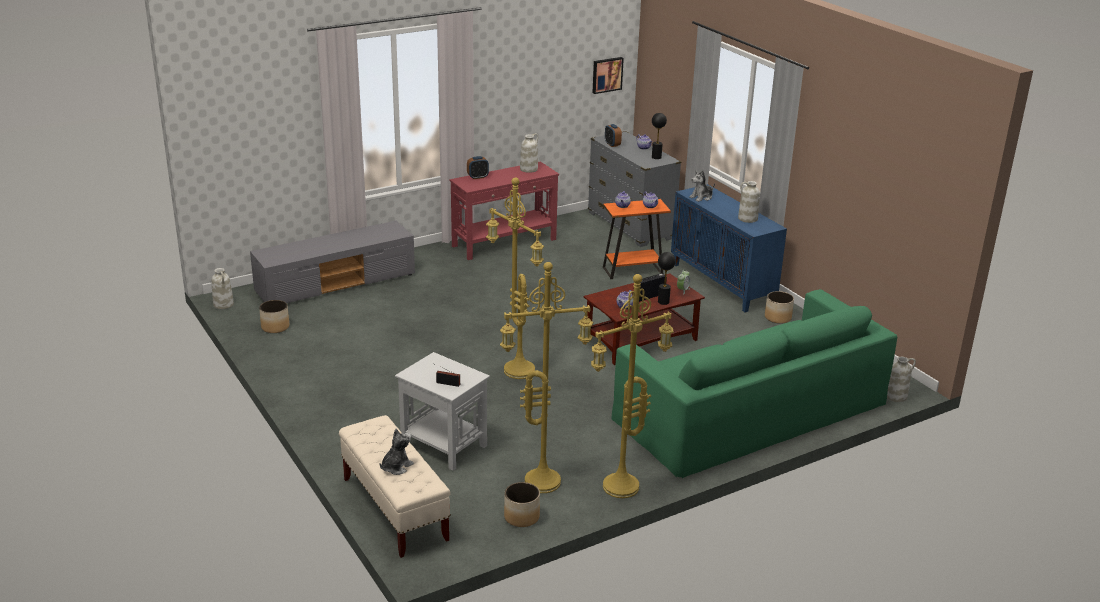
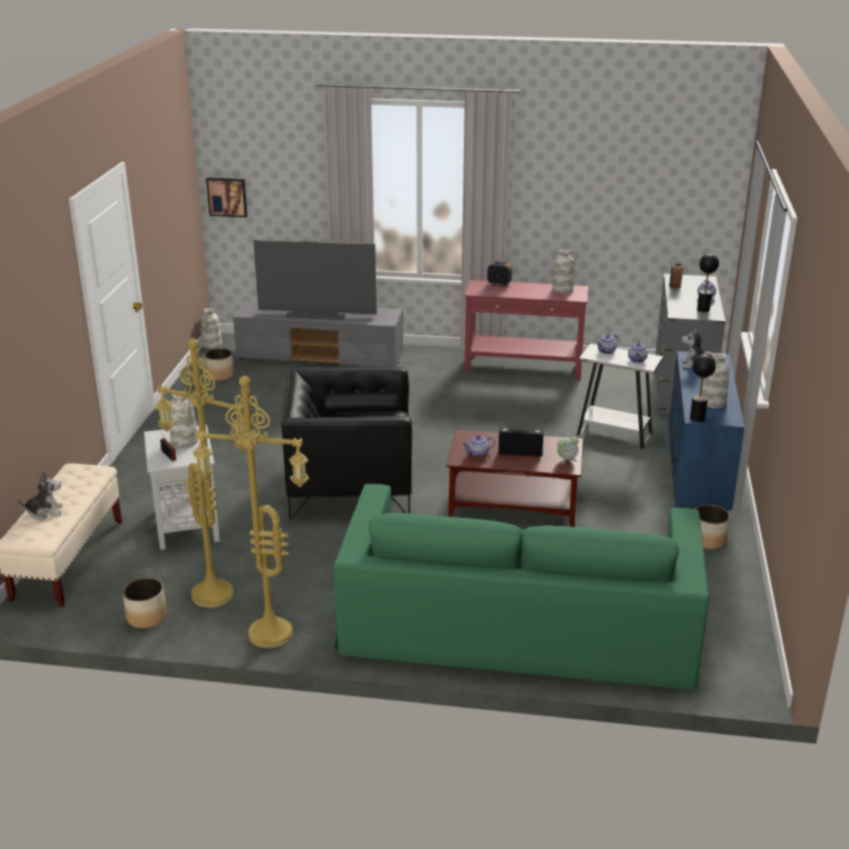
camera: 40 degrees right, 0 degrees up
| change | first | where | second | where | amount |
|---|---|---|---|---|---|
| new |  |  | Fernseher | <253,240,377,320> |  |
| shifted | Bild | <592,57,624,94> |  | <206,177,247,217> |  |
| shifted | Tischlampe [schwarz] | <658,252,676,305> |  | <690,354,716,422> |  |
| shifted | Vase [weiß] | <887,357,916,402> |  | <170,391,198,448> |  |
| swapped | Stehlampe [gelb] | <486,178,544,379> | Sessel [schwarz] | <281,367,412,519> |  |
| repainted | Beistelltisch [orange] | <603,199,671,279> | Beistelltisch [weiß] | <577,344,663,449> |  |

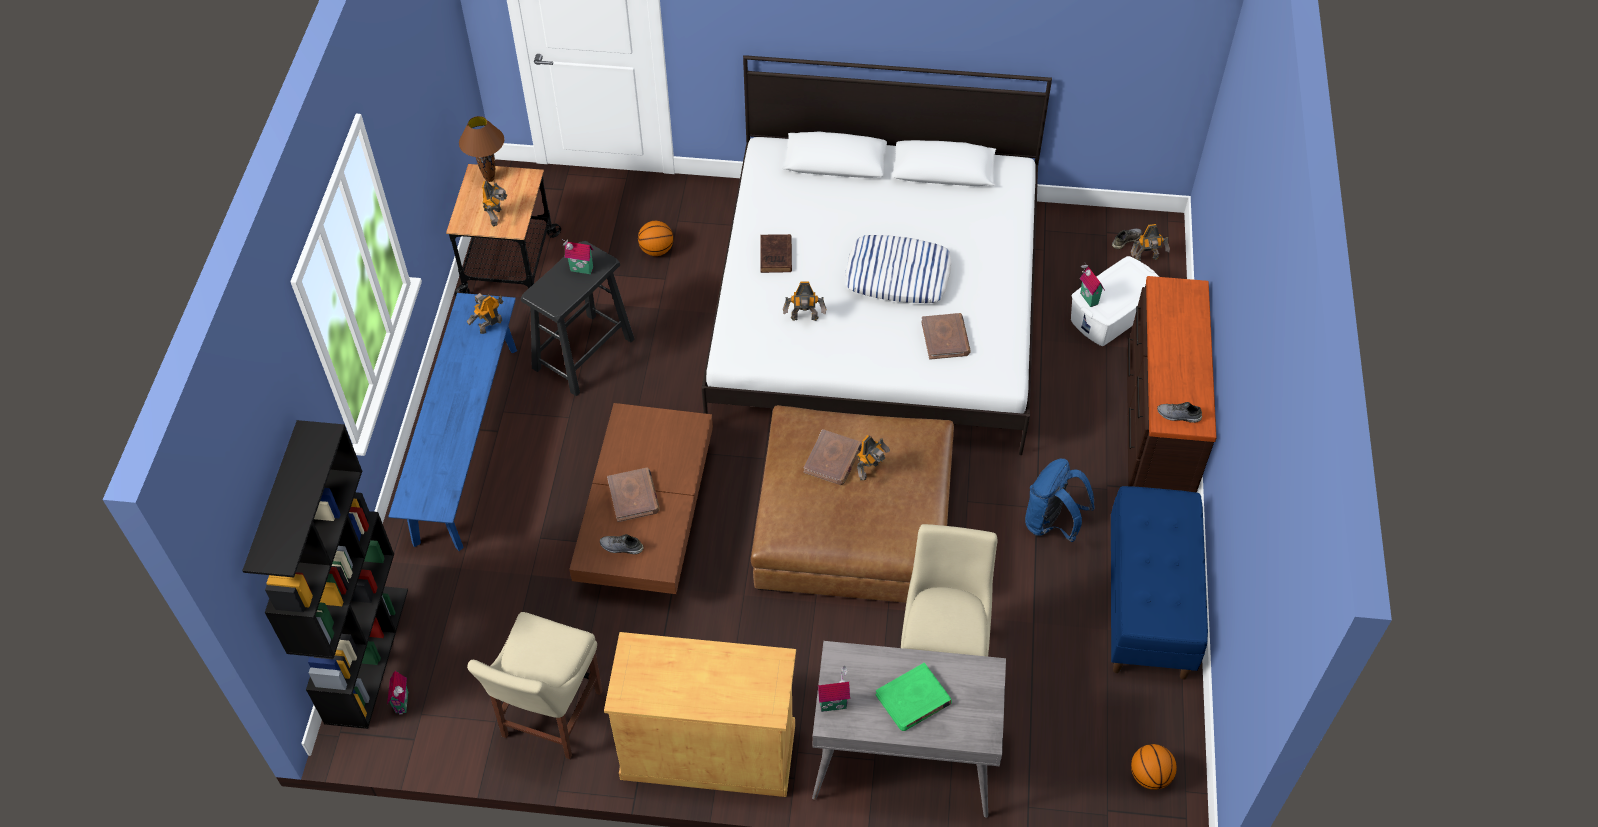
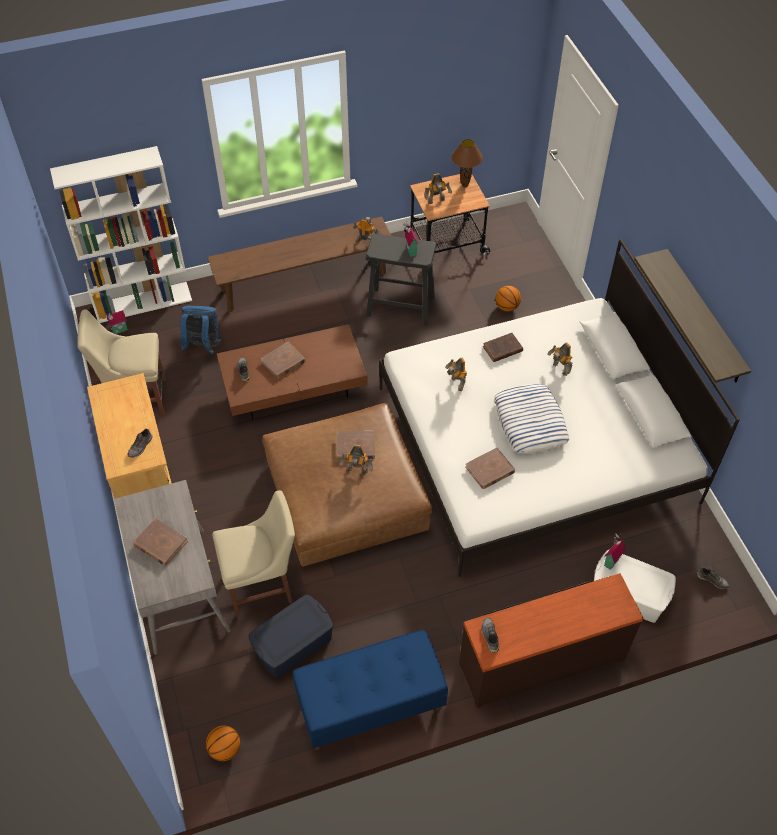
camera: 65 degrees right, 0 degrees up
| change | first | where | second | where | amount |
|---|---|---|---|---|---|
| gone | Spielzeughaus | <818,666,850,712> |  |  |  |
| new |  |  | Schuh [grau] | <127,429,152,458> |  |
| new |  |  | Aufbewahrungsbox [blau] | <248,595,333,678> |  |
| new |  |  | Wandregal | <634,249,751,383> |  |
| shifted | Rucksack [blau] | <1025,459,1094,542> |  | <180,306,221,355> |  |
| shifted | Spielzeugroboter | <1131,224,1170,261> |  | <547,342,573,376> |  |
| repainted | Bücherregal [schwarz] | <242,420,408,729> | Bücherregal [weiß] | <50,146,192,323> |  |
| repainted | Bank [blau] | <388,293,517,551> | Bank [braun] | <208,216,391,312> |  |
| repainted | Buch [grün] | <876,663,952,731> | Buch [braun] | <134,518,188,566> |  |

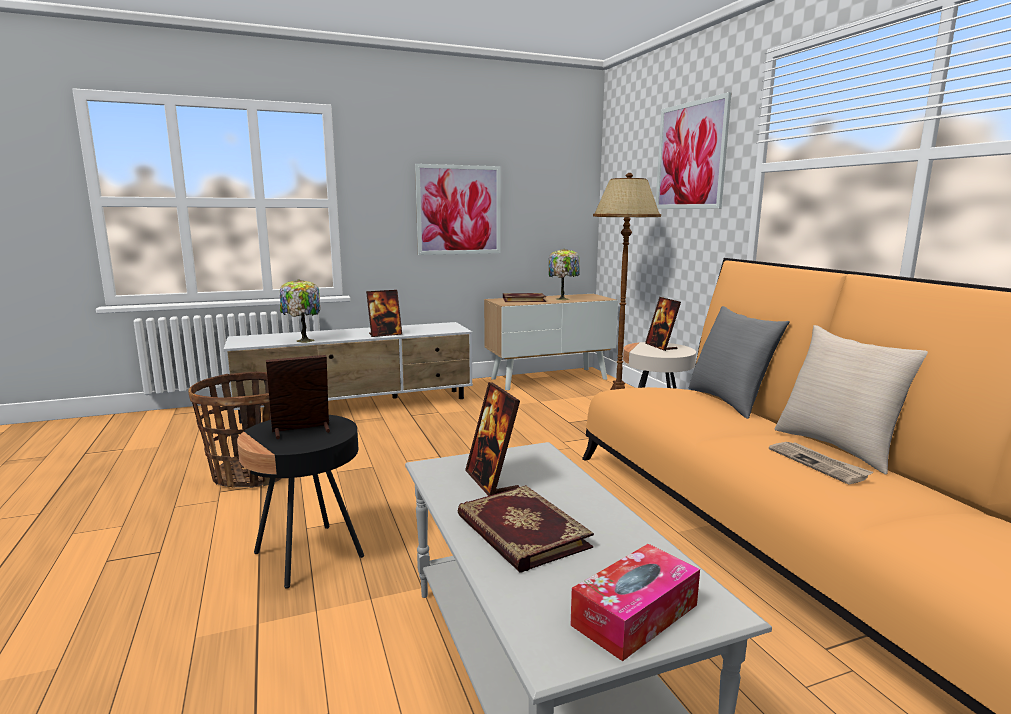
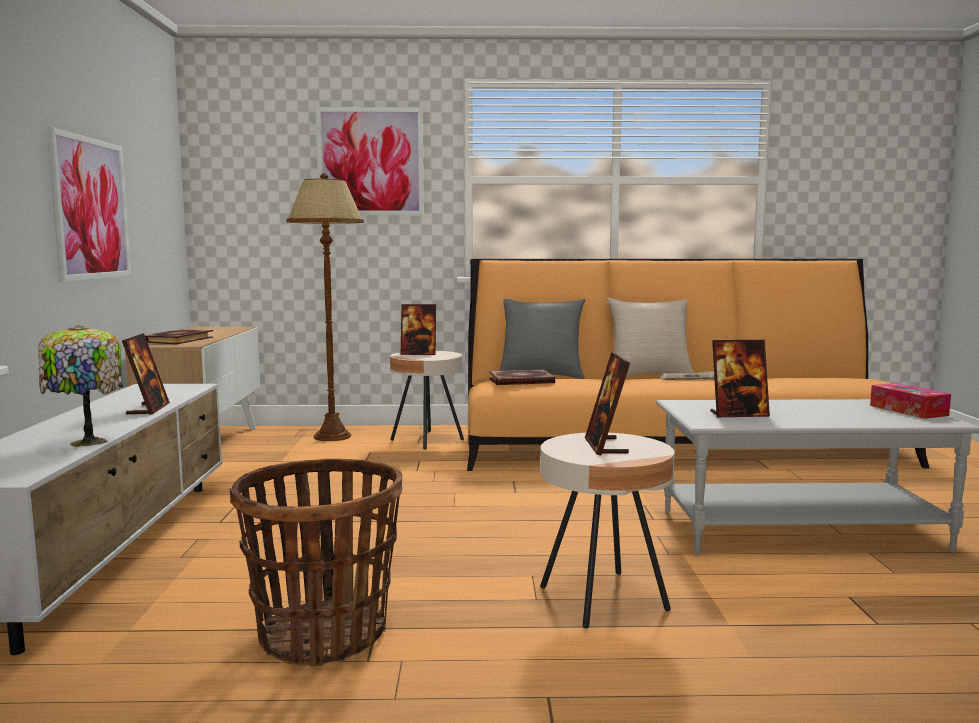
camera: 70 degrees left, 5 degrees down
| change | first | where | second | where | amount |
|---|---|---|---|---|---|
| gone | Tischlampe | <549,249,580,300> |  |  |  |
| shifted | Buch | <458,485,594,573> |  | <489,369,555,385> |  |
| repainted | Beistelltisch [schwarz] | <237,415,364,589> | Beistelltisch [beige] | <540,433,675,628> |  |

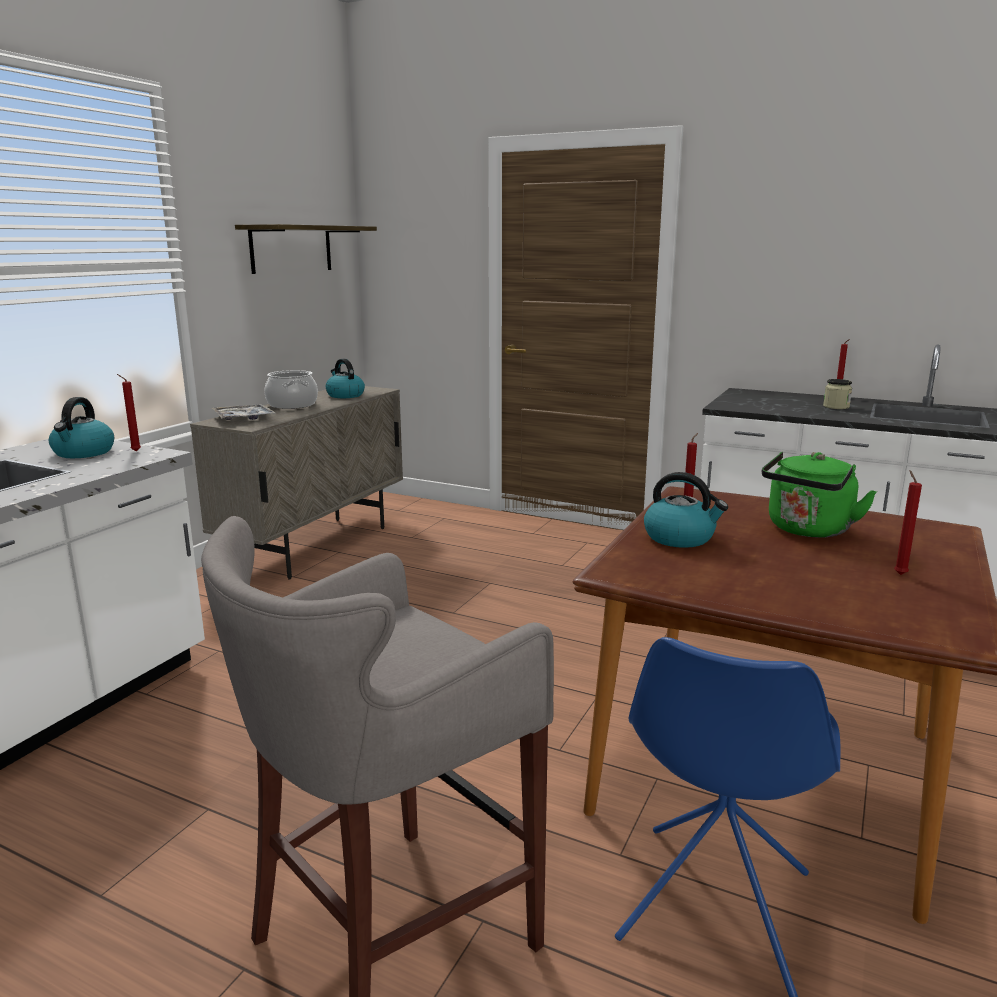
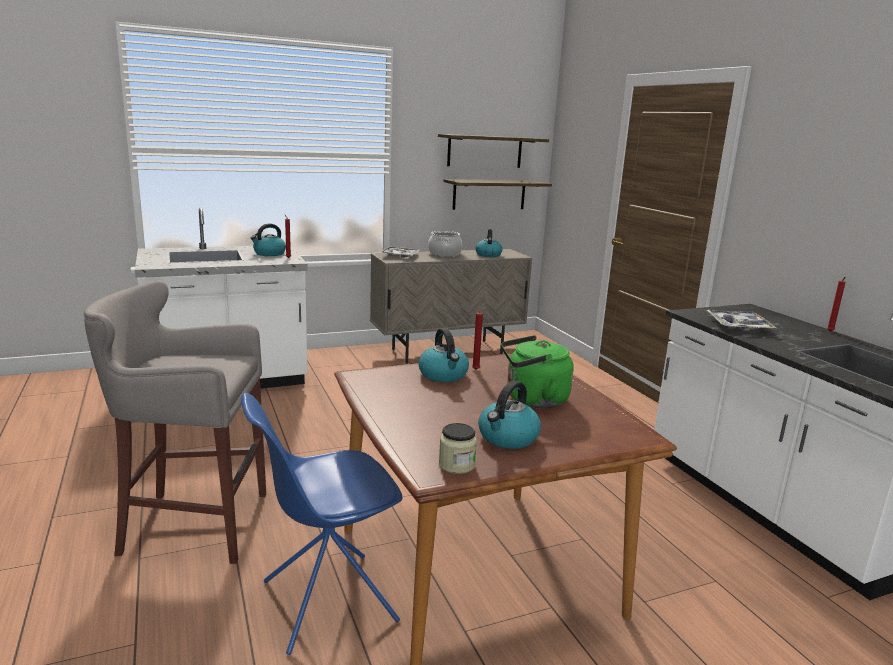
camera: 40 degrees right, 0 degrees up
| change | first | where | second | where | amount |
|---|---|---|---|---|---|
| new |  |  | Wandregal | <444,179,552,210> |  |
| new |  |  | Tablett | <707,310,776,331> |  |
| shifted | Vorratsglas | <823,379,852,409> |  | <439,423,477,474> |  |
| swapped | Kerze [rot] | <894,470,922,575> | Wasserkessel | <478,381,541,449> |  |

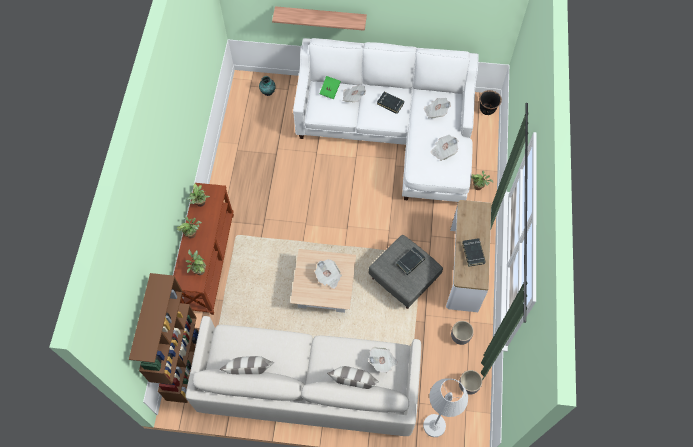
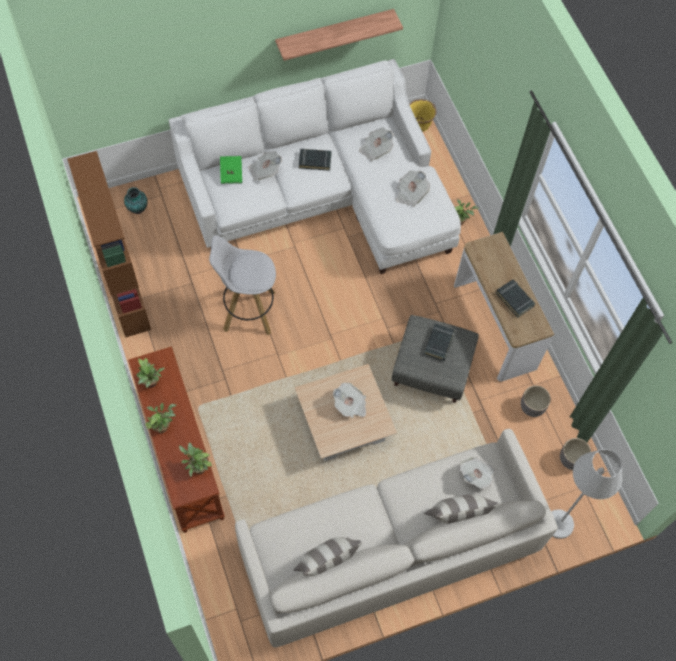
camera: 30 degrees left, 0 degrees up
| change | first | where | second | where | amount |
|---|---|---|---|---|---|
| new |  |  | Hocker [weiß] | <209,235,276,335> |  |
| shifted | Bücherregal [braun] | <129,273,199,403> |  | <67,151,151,338> |  |
| shifted | Wandregal | <272,6,367,31> |  | <275,9,403,61> |  |
| repainted | Pflanzkübel [schwarz] | <479,90,502,115> | Pflanzkübel [gelb] | <409,99,436,132> |  |

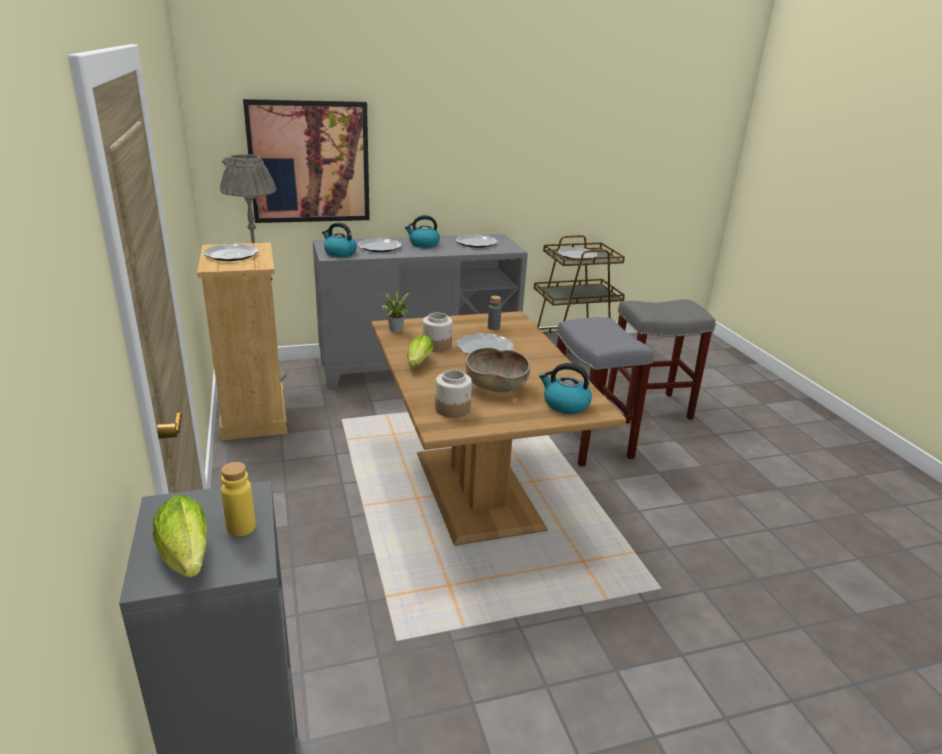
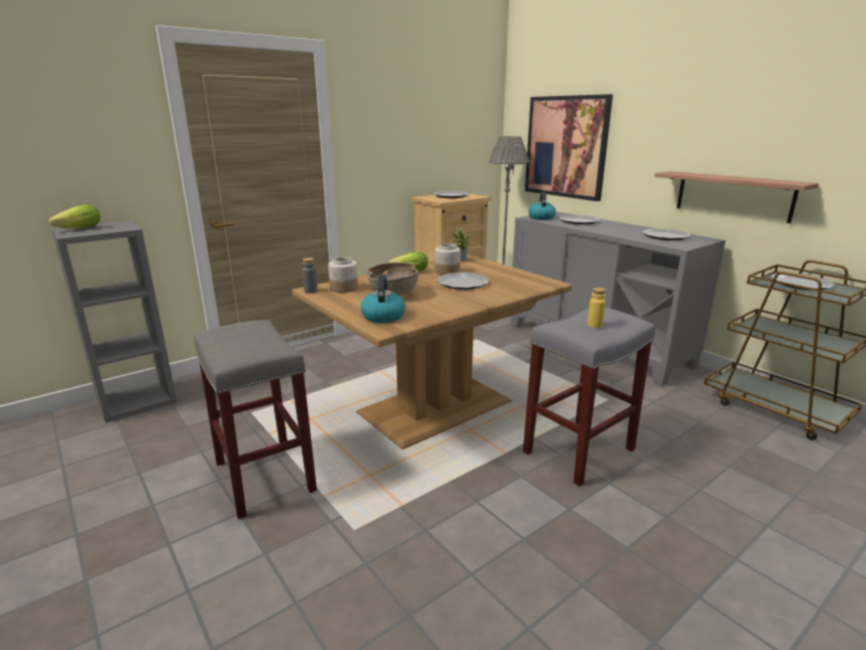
camera: 70 degrees right, 5 degrees down
| change | first | where | second | where | amount |
|---|---|---|---|---|---|
| gone | Wasserkessel | <405,215,440,248> |  |  |  |
| new |  |  | Wandregal | <654,171,819,223> |  |
| shifted | Flasche [gelb] | <221,462,256,536> |  | <587,288,606,328> |  |
| shifted | Flasche [grau] | <488,296,502,330> |  | <302,258,317,293> |  |
| shifted | Hocker [grau] | <606,299,716,423> |  | <194,320,317,519> |  |

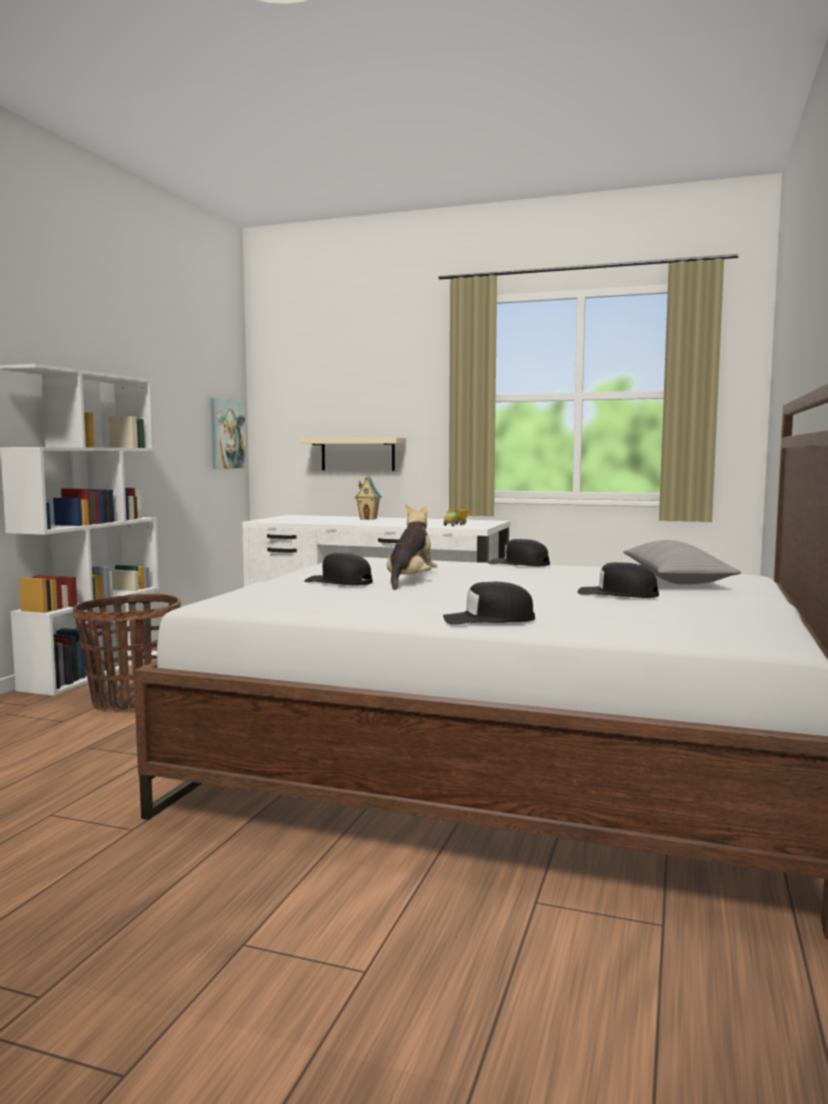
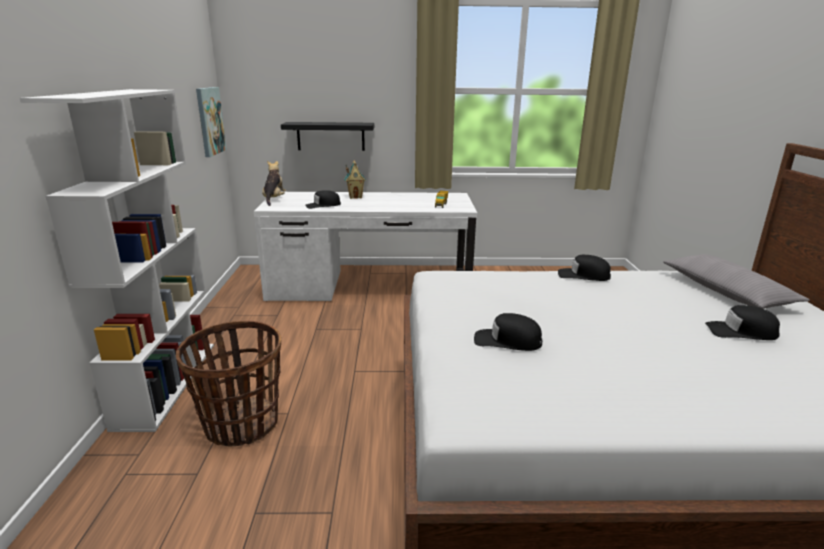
camera: 20 degrees left, 15 degrees up
| change | first | where | second | where | amount |
|---|---|---|---|---|---|
| shifted | Plüschtier | <387,505,437,590> |  | <262,161,286,206> |  |
| shifted | Kappe [schwarz] | <443,582,535,625> |  | <305,190,341,209> |  |
| repainted | Wandregal [beige] | <299,437,406,471> | Wandregal [schwarz] | <281,122,374,151> |  |

